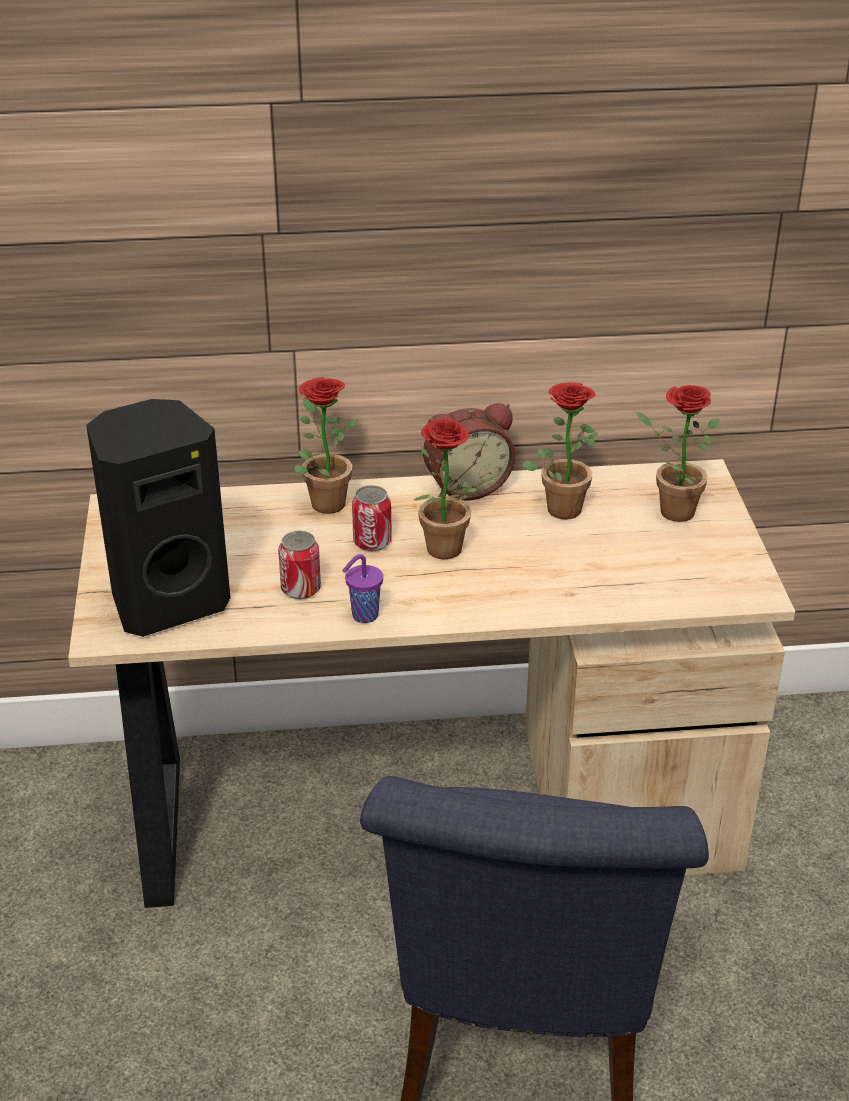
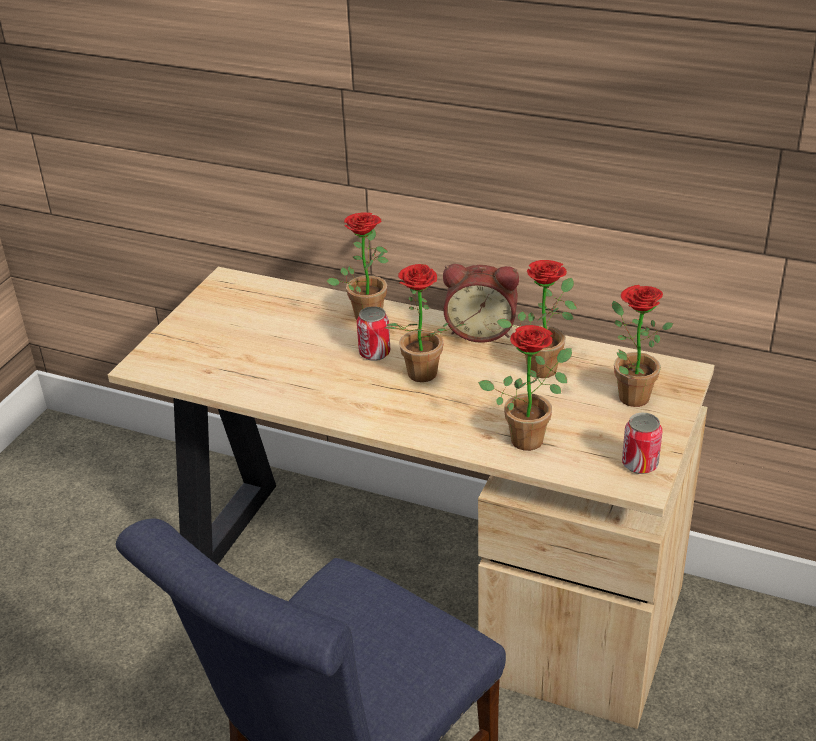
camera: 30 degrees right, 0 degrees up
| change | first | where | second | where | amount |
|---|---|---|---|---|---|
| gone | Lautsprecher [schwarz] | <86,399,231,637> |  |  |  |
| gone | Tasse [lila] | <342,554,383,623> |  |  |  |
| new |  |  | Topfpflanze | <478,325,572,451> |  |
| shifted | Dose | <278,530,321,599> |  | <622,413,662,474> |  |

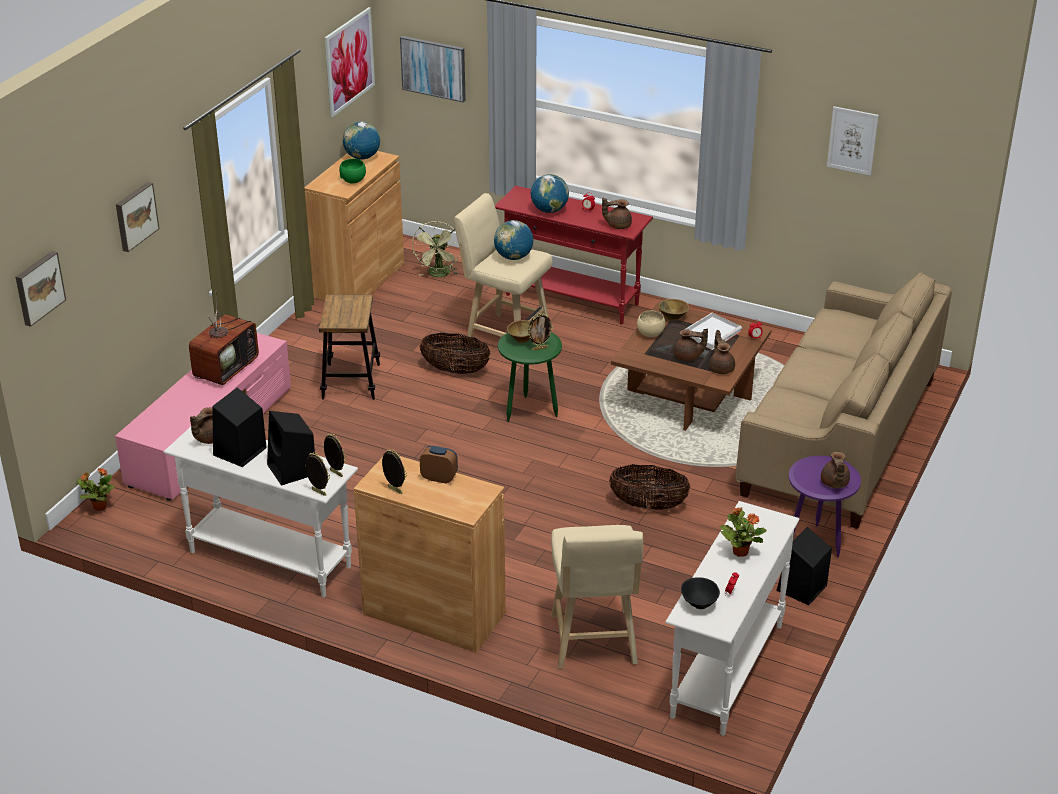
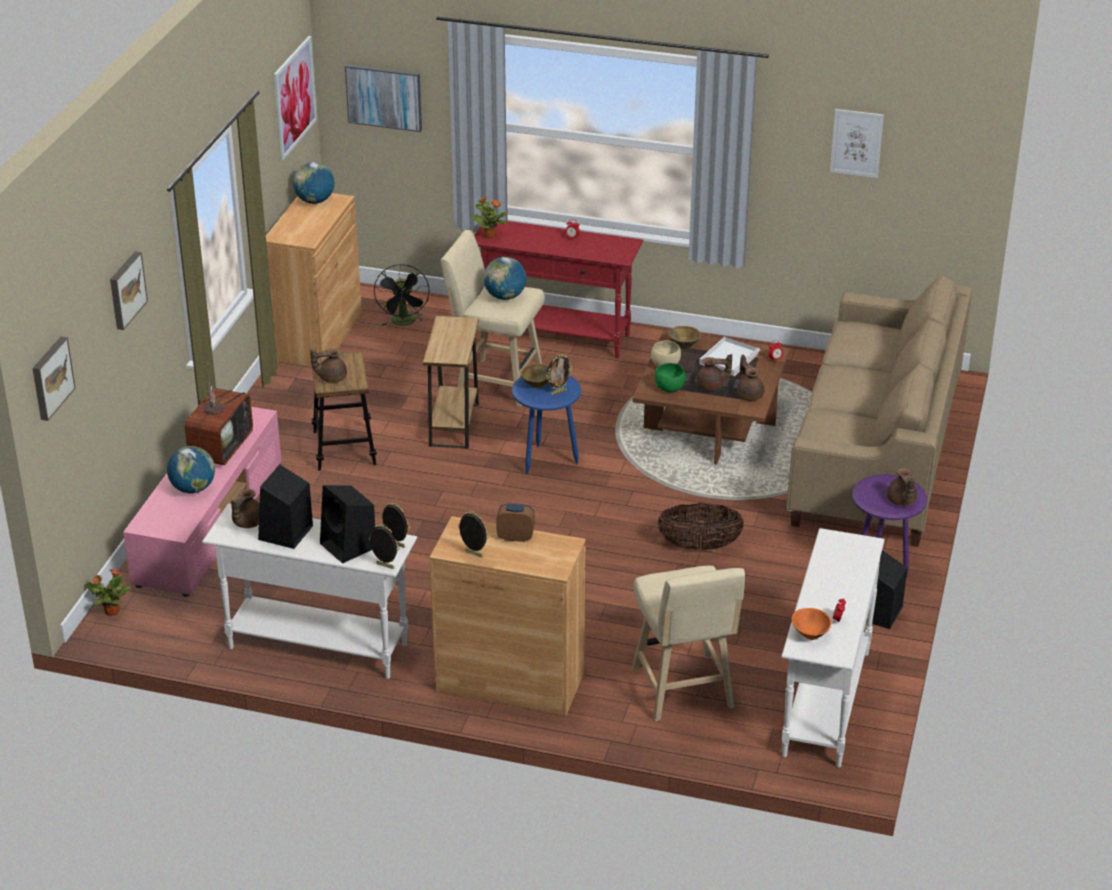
camera: 10 degrees left, 0 degrees up
| change | first | where | second | where | amount |
|---|---|---|---|---|---|
| shifted | Schüssel [grün] | <339,159,366,184> |  | <655,363,686,393> |  |
| shifted | Globus | <531,174,569,213> |  | <167,446,215,494> |  |
| shifted | Teekanne [braun] | <602,198,632,229> |  | <310,348,347,383> |  |
| shifted | Topfpflanze | <720,507,767,557> |  | <470,197,508,238> |  |
| swapped | Korb | <420,333,491,374> | Beistelltisch [braun] | <423,316,479,449> |  |
| repainted | Ventilator [grün] | <412,221,461,277> | Ventilator [schwarz] | <374,264,430,326> |  |
| repainted | Beistelltisch [grün] | <498,332,562,422> | Beistelltisch [blau] | <512,376,581,475> |  |
| repainted | Schüssel [schwarz] | <681,577,720,609> | Schüssel [orange] | <792,608,831,640> |  |

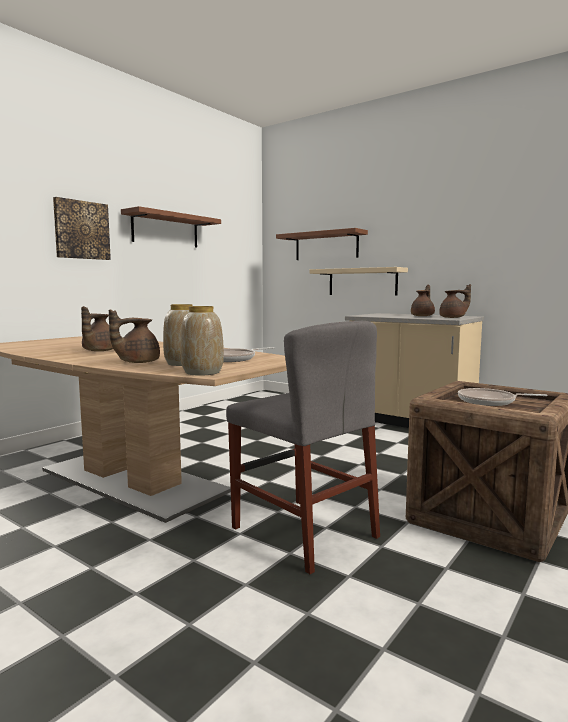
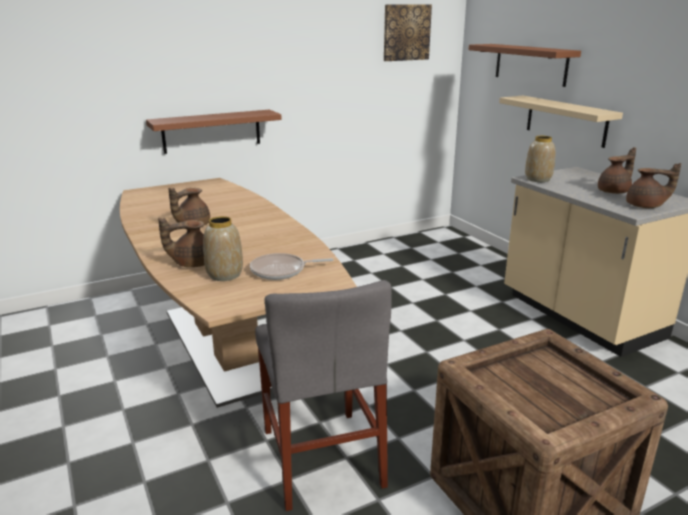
camera: 25 degrees right, 15 degrees up
| change | first | where | second | where | amount |
|---|---|---|---|---|---|
| gone | Pfanne | <458,388,548,406> |  |  |  |
| shifted | Bild | <53,197,111,260> |  | <384,5,432,61> |  |
| shifted | Wandregal [braun] | <121,206,221,248> |  | <146,110,282,154> |  |
| shifted | Vase | <180,306,224,376> |  | <525,136,555,182> |  |

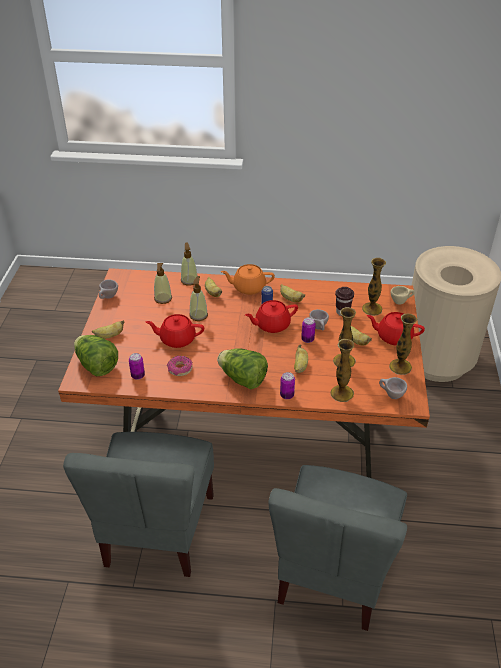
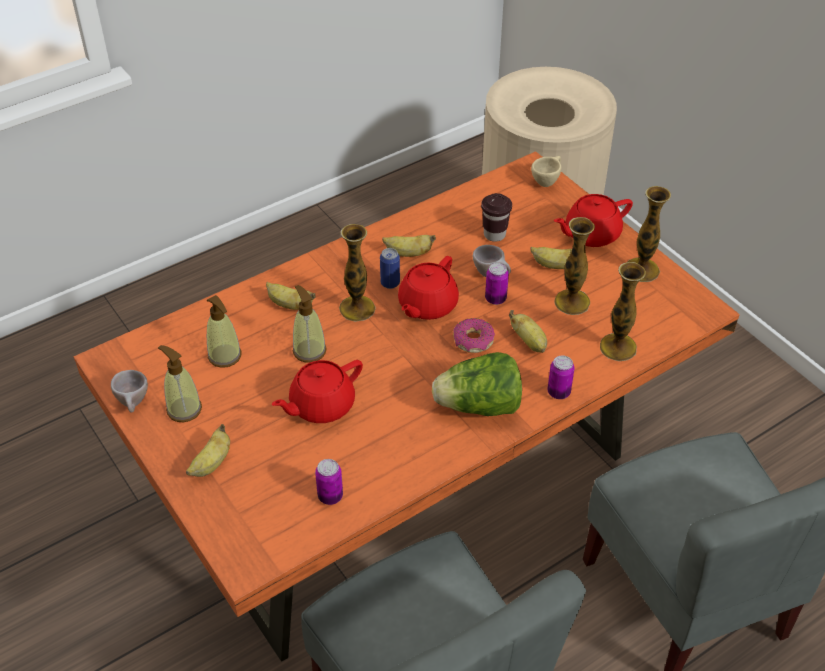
camera: 40 degrees left, 5 degrees up
| change | first | where | second | where | amount |
|---|---|---|---|---|---|
| gone | Salatkopf | <74,335,118,376> |  |  |  |
| gone | Teekanne [orange] | <221,264,275,295> |  |  |  |
| gone | Tasse [beige] | <379,377,407,399> |  |  |  |
| shifted | Donut | <167,356,193,376> |  | <453,318,495,353> |  |
| shifted | Seifenspender | <181,242,197,286> |  | <158,345,202,422> |  |
| shifted | Vase | <362,258,386,316> |  | <339,224,376,322> |  |

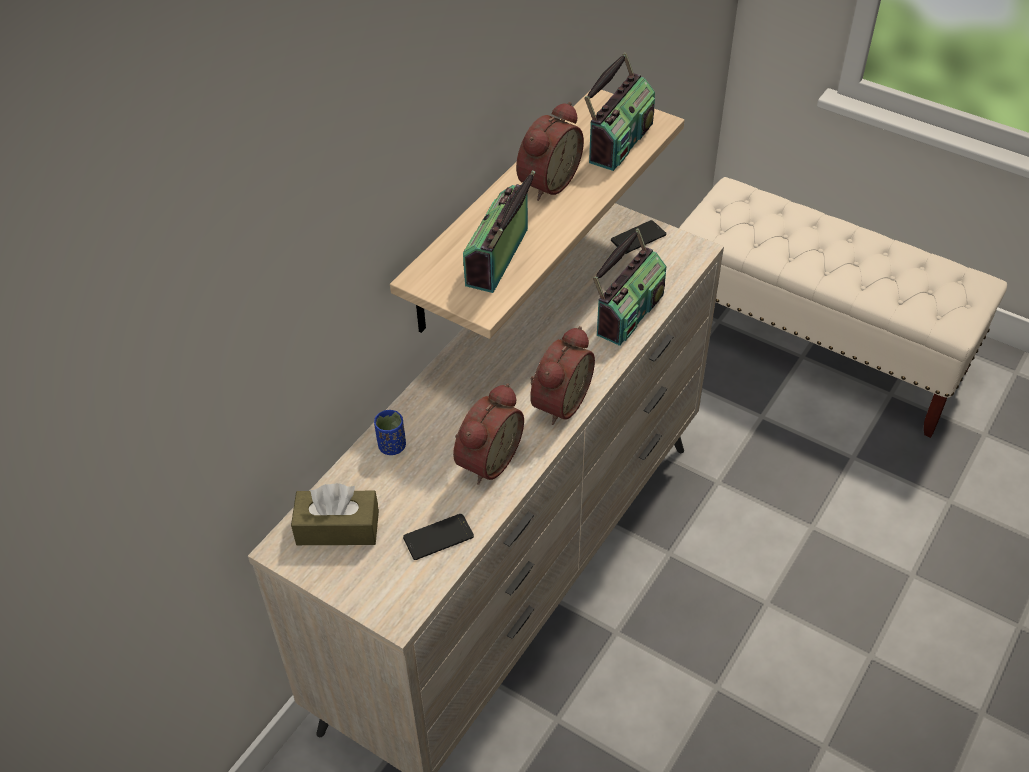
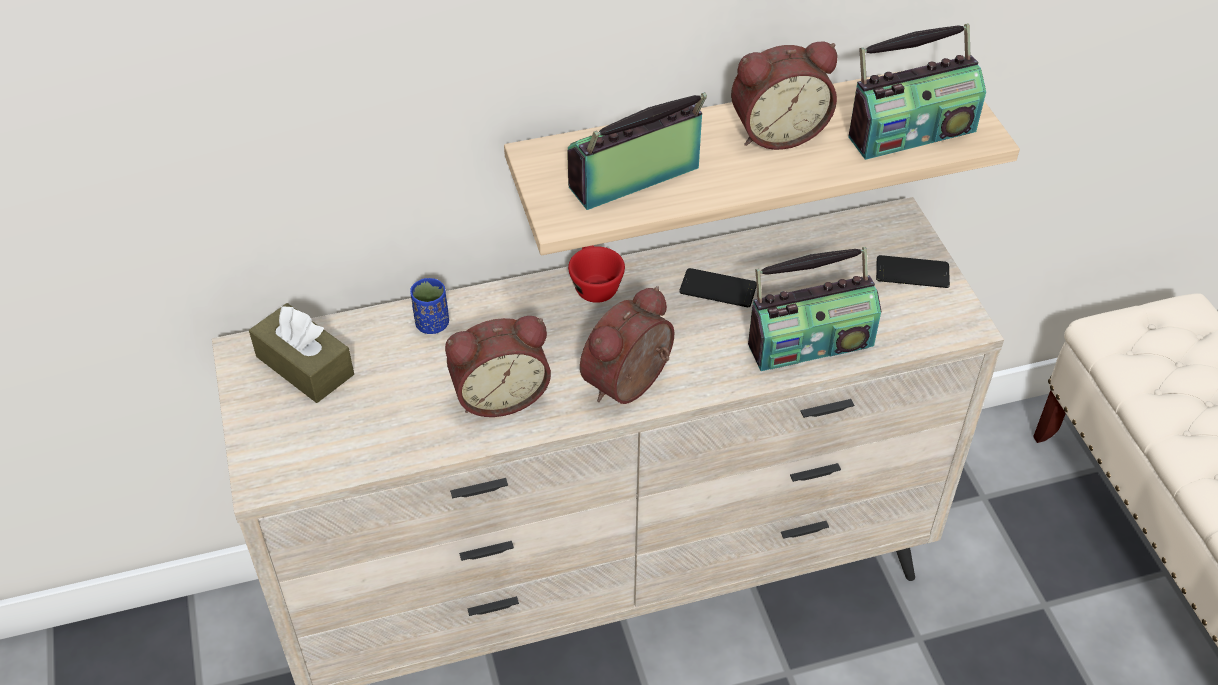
camera: 40 degrees right, 0 degrees up
| change | first | where | second | where | amount |
|---|---|---|---|---|---|
| new |  |  | Tasse [rot] | <568,245,625,303> |  |
| shifted | Handy | <403,514,474,560> |  | <679,268,757,307> |  |
| rotated | Wecker | <530,326,595,425> |  | <580,286,674,404> | 150 degrees clockwise |

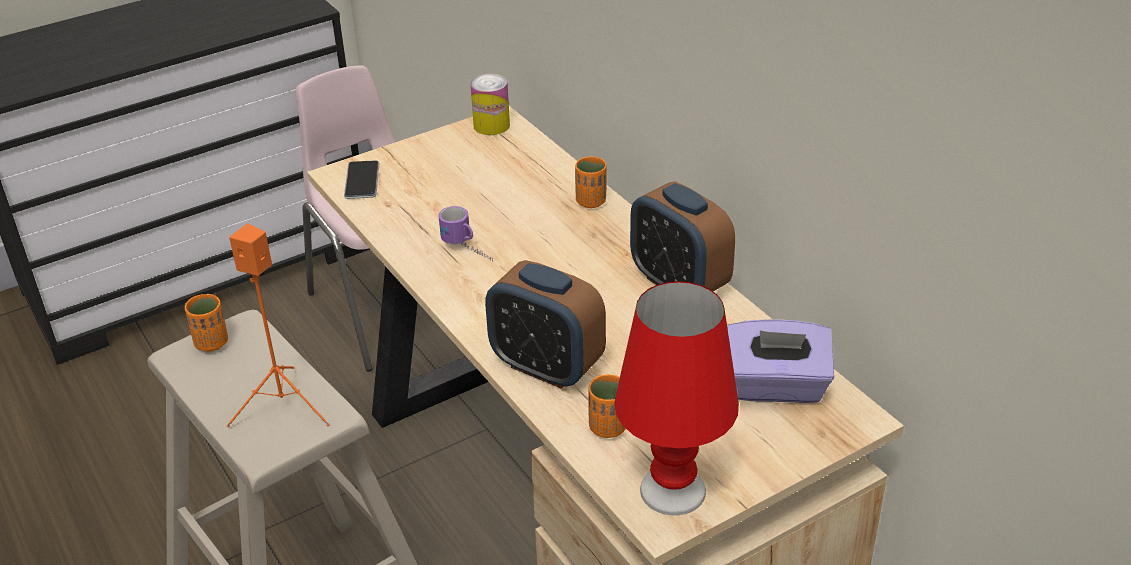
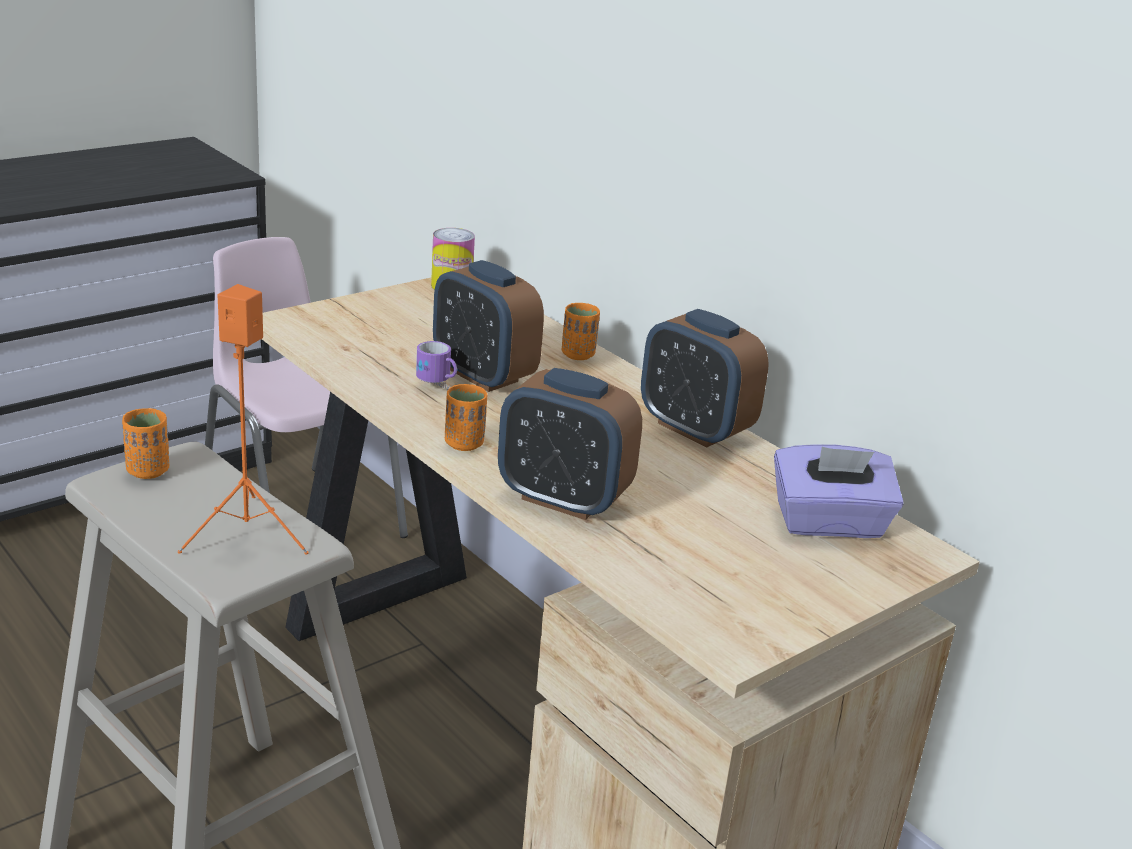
camera: 10 degrees left, 10 degrees down
| change | first | where | second | where | amount |
|---|---|---|---|---|---|
| gone | Handy | <344,160,379,199> |  |  |  |
| gone | Tischlampe [rot] | <614,281,739,515> |  |  |  |
| new |  |  | Wecker | <433,260,544,392> |  |
| shifted | Tasse [orange] | <588,374,626,438> |  | <445,384,487,451> |  |

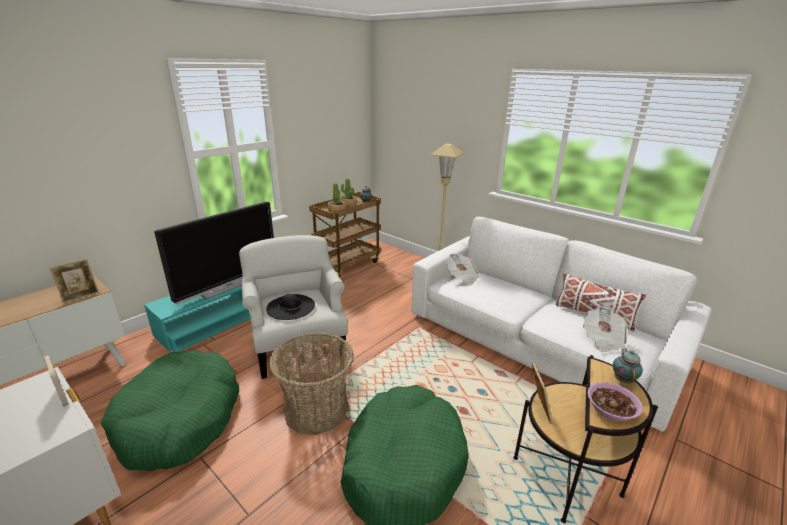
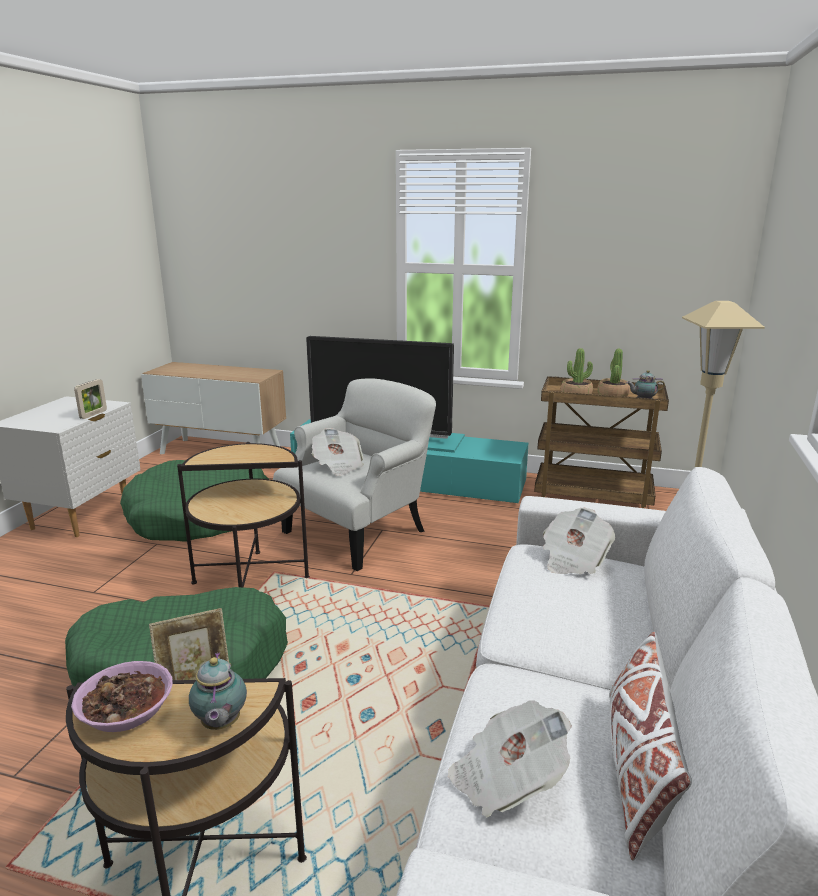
camera: 65 degrees right, 5 degrees down
| change | first | where | second | where | amount |
|---|---|---|---|---|---|
| gone | Bilderrahmen | <50,259,99,303> |  |  |  |
| swapped | Hut [schwarz] | <266,294,315,320> | Zeitung | <312,428,364,476> |  |
| swapped | Korb | <269,332,354,435> | Beistelltisch | <177,442,310,587> |  |
| rotated | Teekanne | <613,348,643,383> |  | <189,652,247,730> | 90 degrees clockwise |

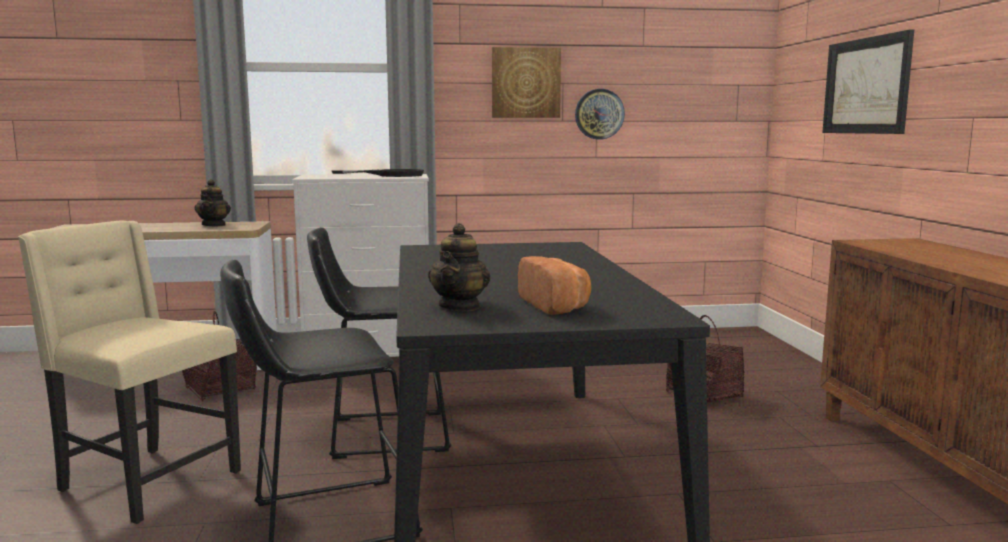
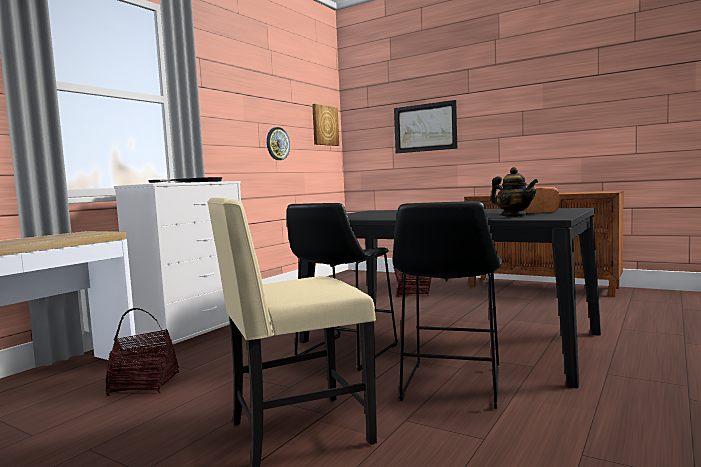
camera: 50 degrees left, 5 degrees down
| change | first | where | second | where | amount |
|---|---|---|---|---|---|
| gone | Teekanne | <195,179,231,226> |  |  |  |
| shifted | Bild | <492,47,561,118> |  | <312,104,339,146> |  |

